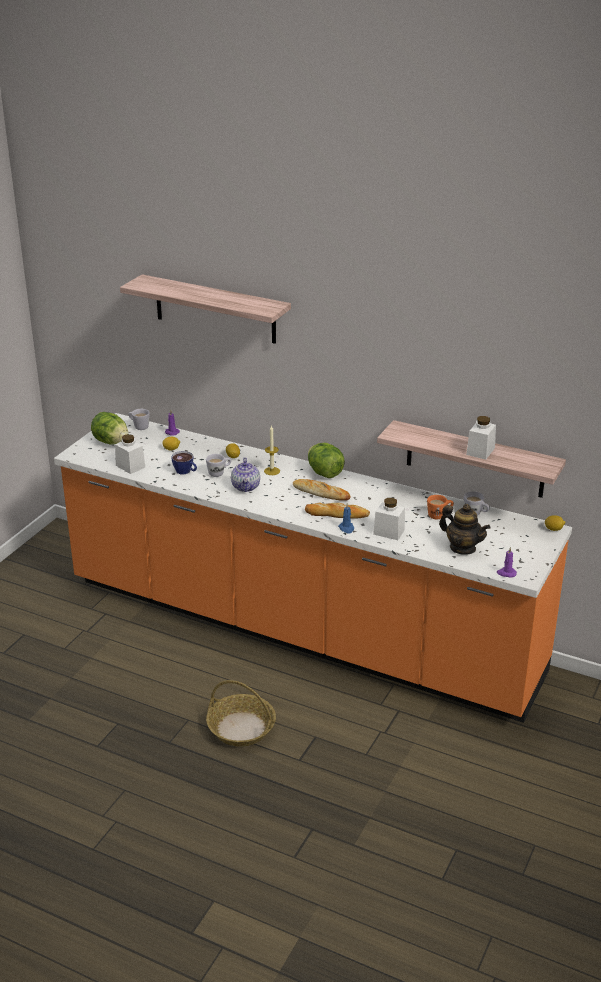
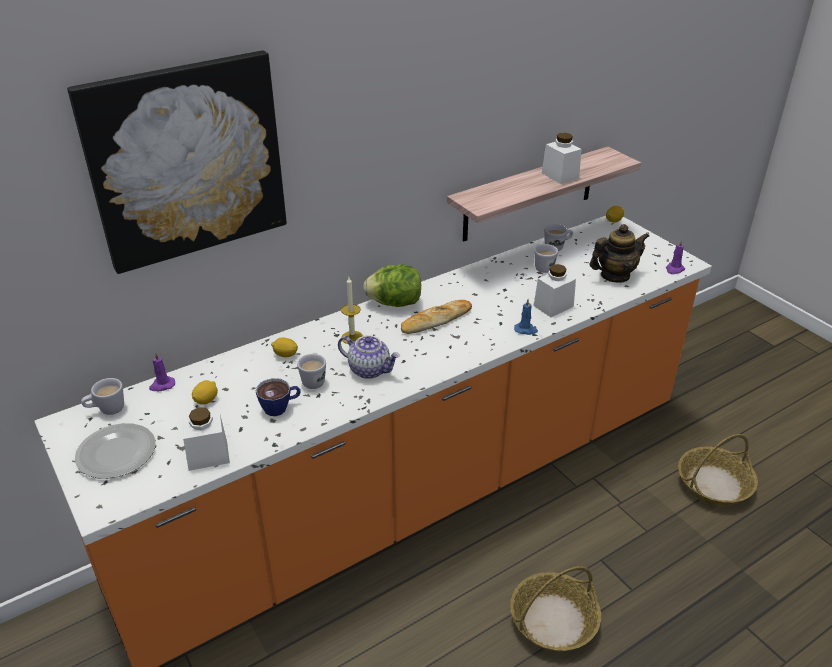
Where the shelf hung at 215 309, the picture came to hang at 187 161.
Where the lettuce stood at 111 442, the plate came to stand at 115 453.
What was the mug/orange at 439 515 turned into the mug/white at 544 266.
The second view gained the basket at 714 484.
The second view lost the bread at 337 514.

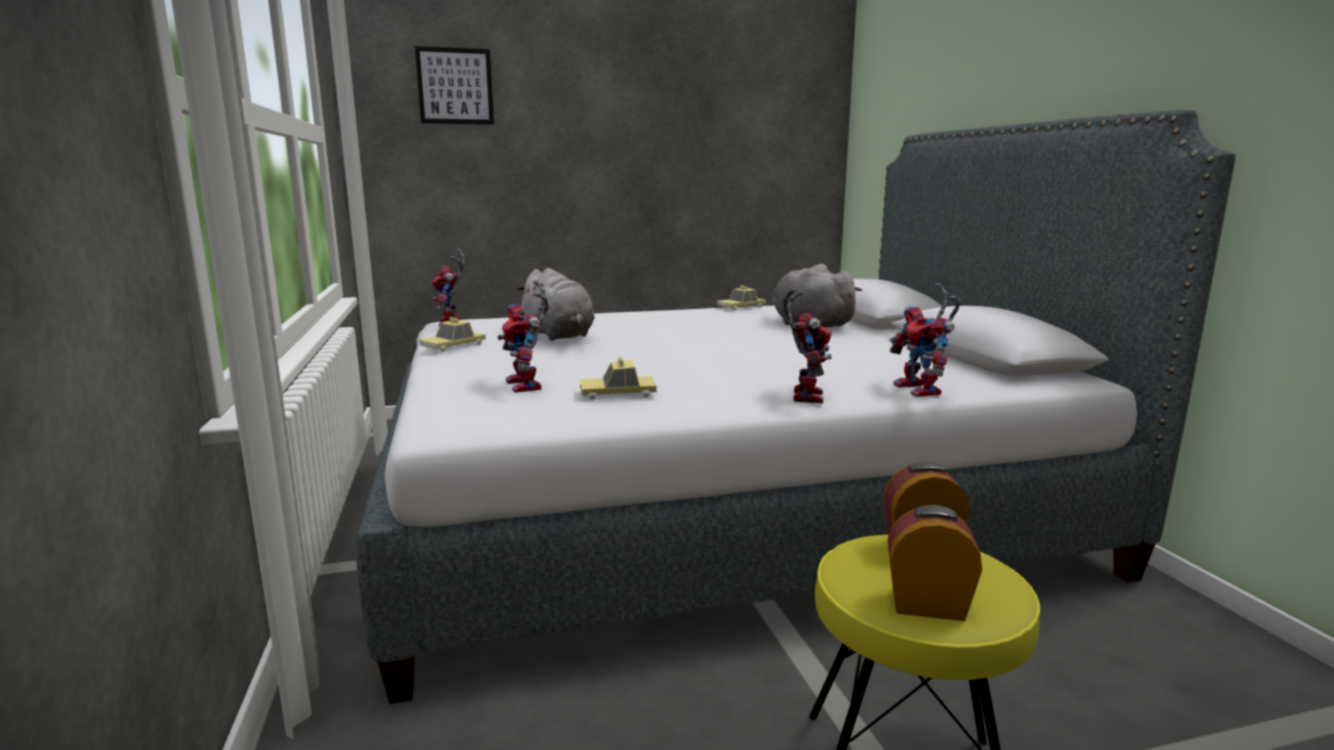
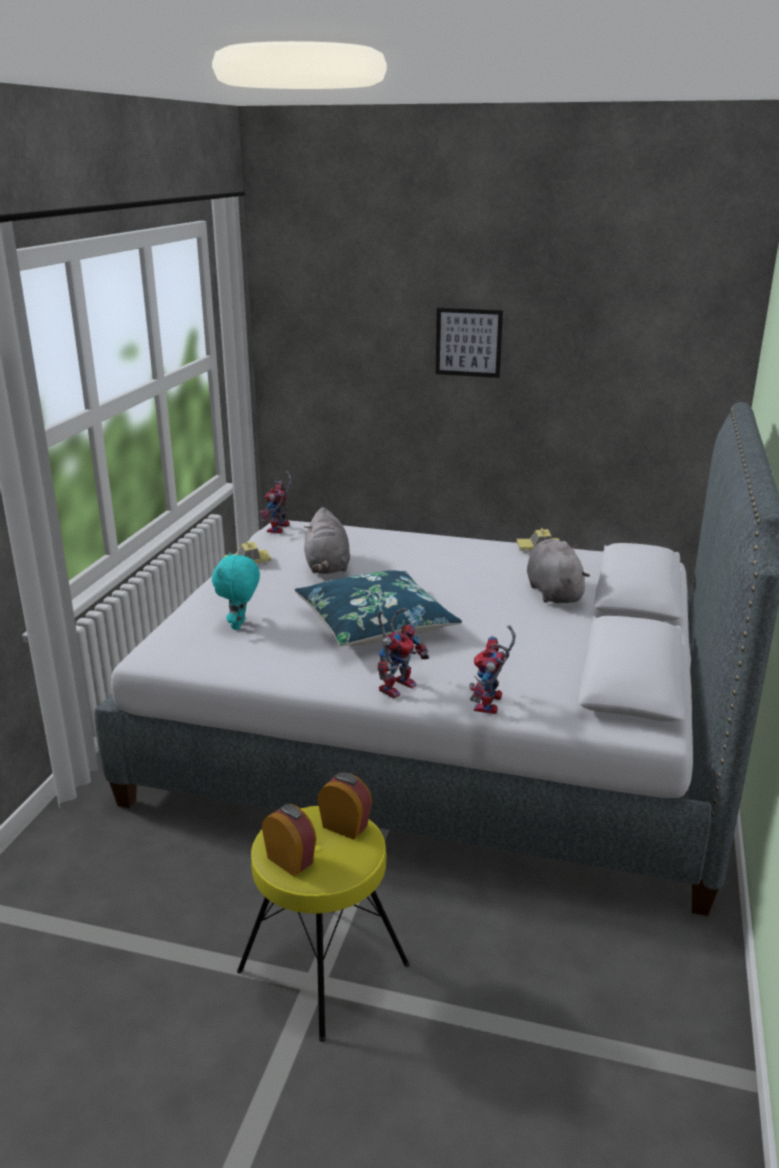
Where the toy robot stood at 528 386, the plush toy/turquoise came to stand at 240 625.
The second view gained the pillow/blue at 375 624.
The picture ended up elsewhere, having gone from 455 86 to 468 342.
The second view lost the toy car at 617 393.

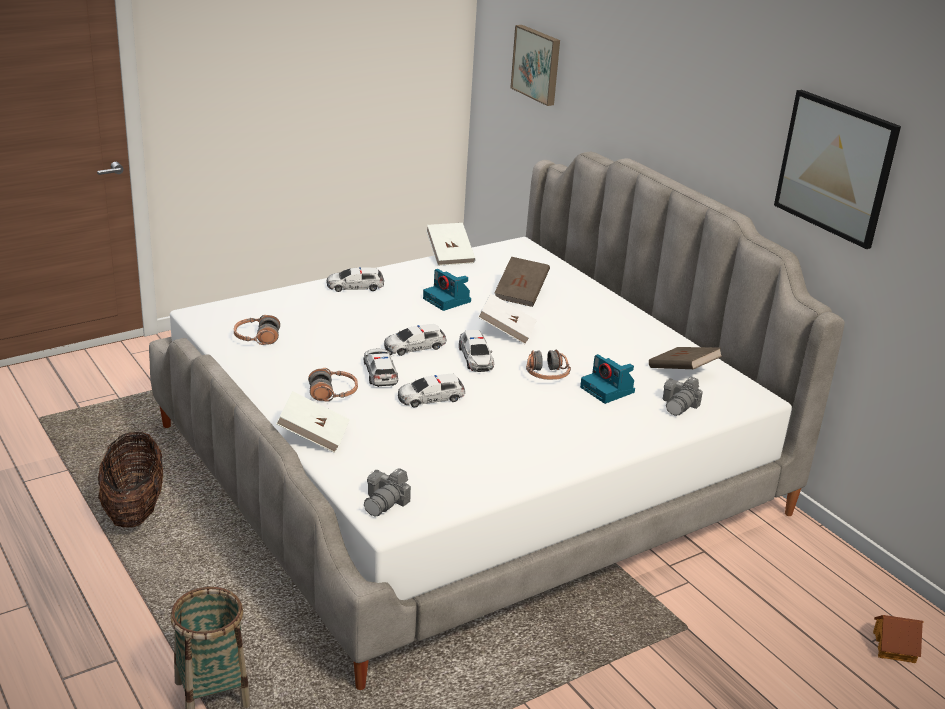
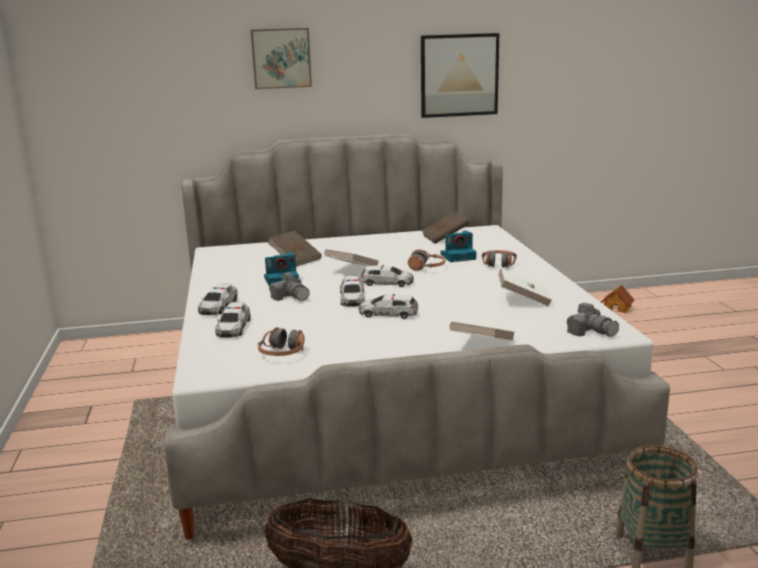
The toy car ended up elsewhere, having gone from 430 397 to 233 328.
The picture ended up elsewhere, having gone from 537 64 to 281 58.
The photo camera ended up elsewhere, having gone from 680 405 to 291 297.
The headphones ended up elsewhere, having gone from 333 393 to 498 264.
The book/white ended up elsewhere, having gone from 450 256 to 523 300.

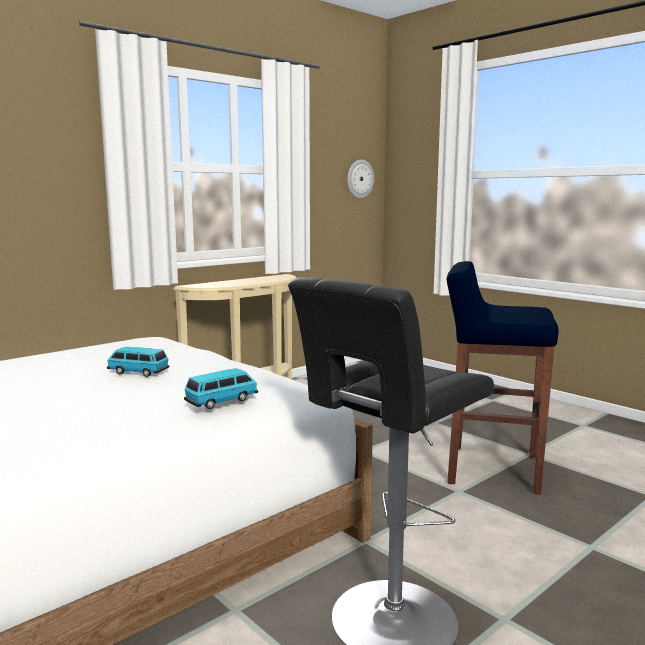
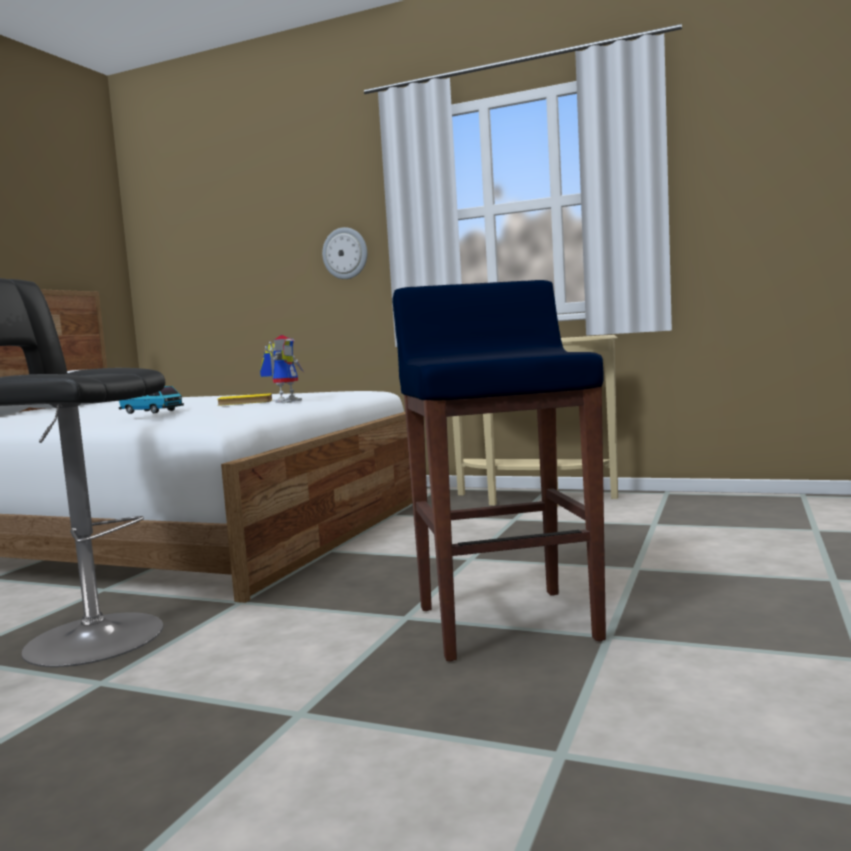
Where the toy car stood at 138 372, the book/yellow came to stand at 245 402.
The second view gained the toy robot at 286 401.
The wall clock ended up elsewhere, having gone from 359 179 to 345 253.

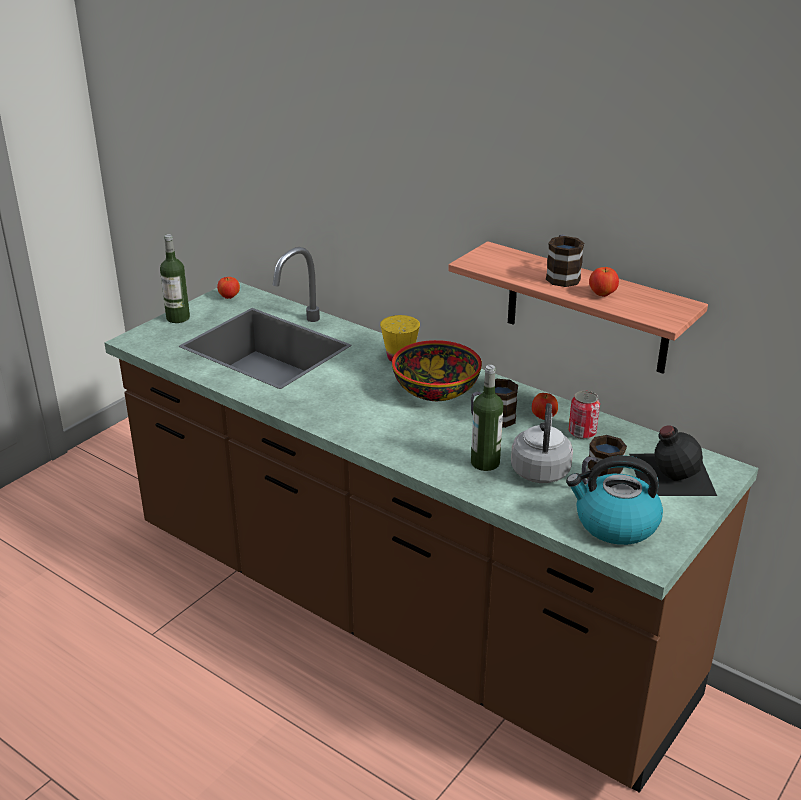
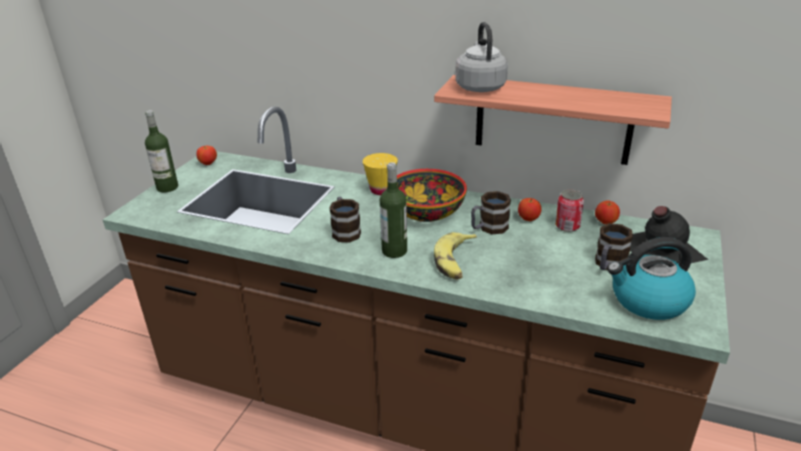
The mug ended up elsewhere, having gone from 562 276 to 345 231.
The bottle ended up elsewhere, having gone from 485 463 to 394 251.
The second view gained the banana at 455 261.
The kettle/grey ended up elsewhere, having gone from 540 469 to 479 86.
The apple ended up elsewhere, having gone from 602 294 to 605 222.

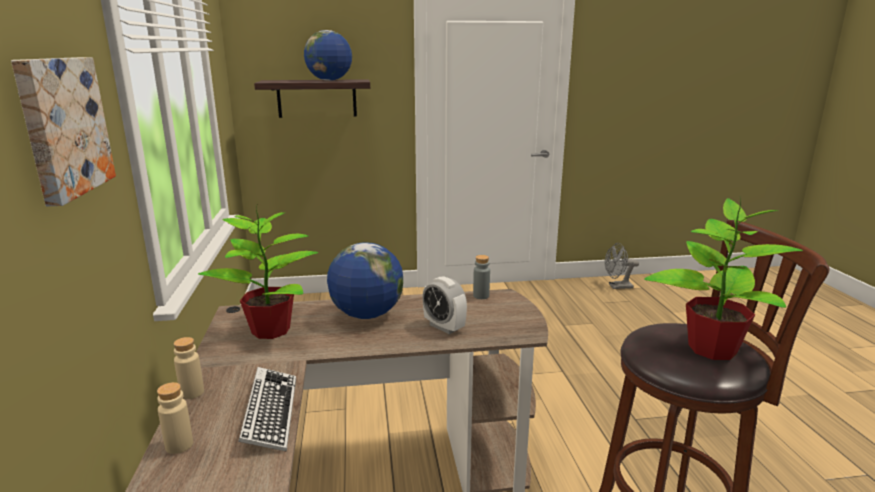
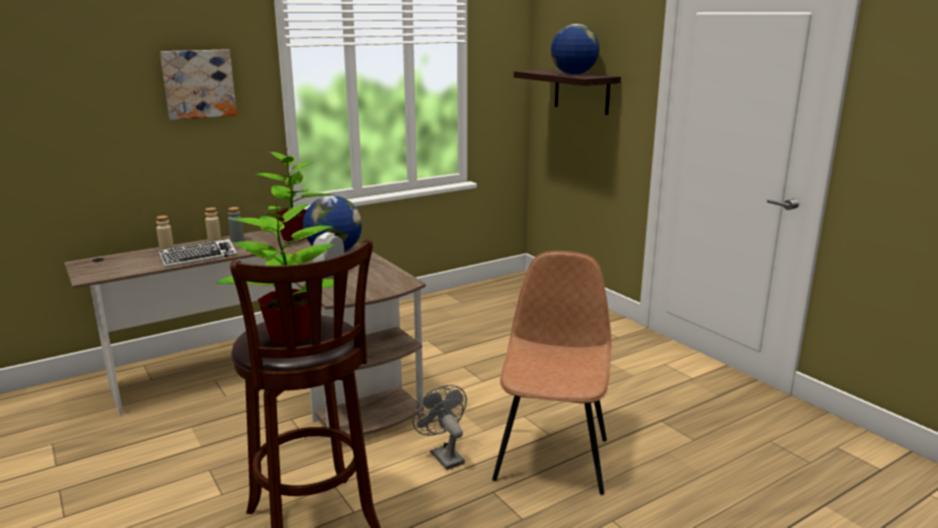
The bottle/grey ended up elsewhere, having gone from 481 296 to 237 240.
The fan/grey ended up elsewhere, having gone from 617 287 to 443 455.
The second view gained the chair/brown at 552 457.

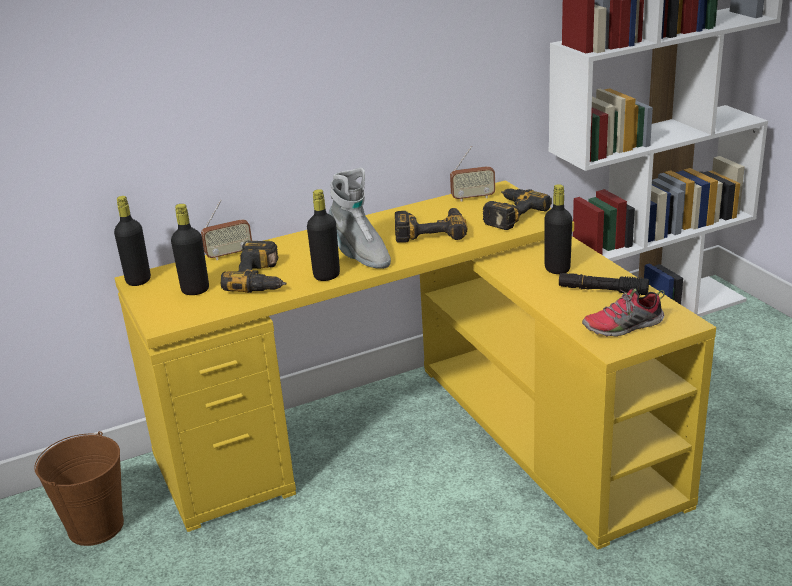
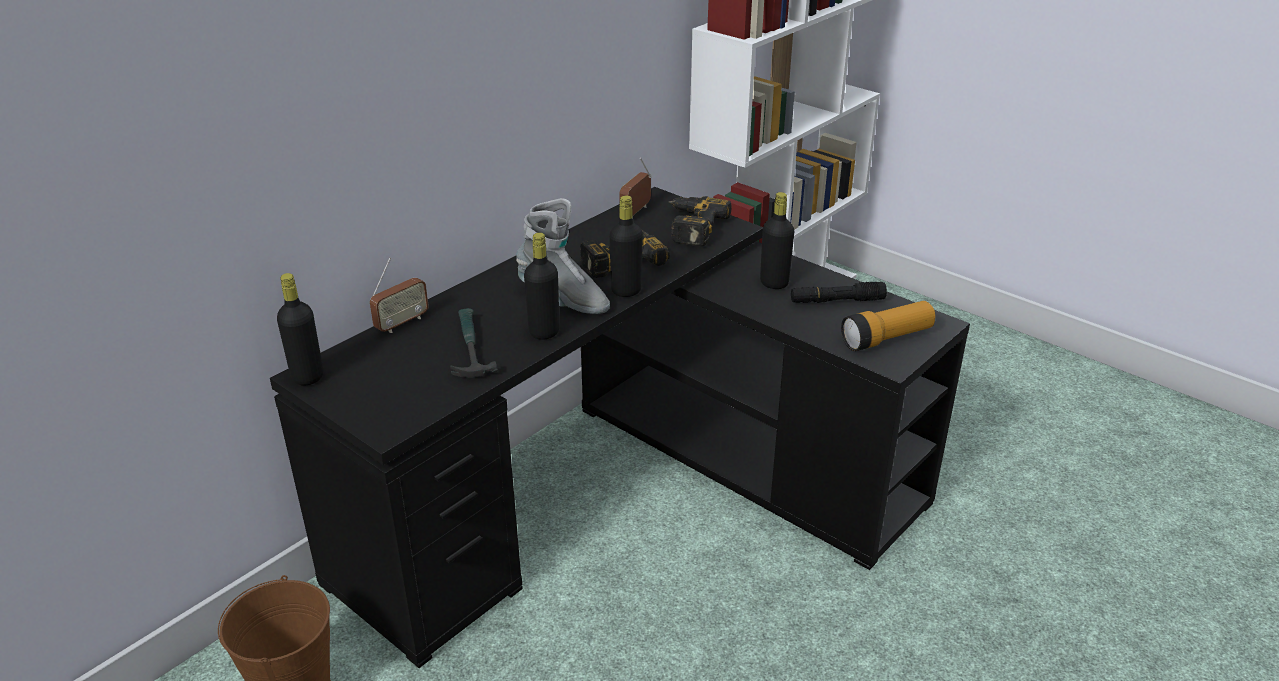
What was the desk/yellow at 428 438 turned into the desk/black at 631 488.
Where the power drill stood at 262 278, the hammer came to stand at 469 348.
The bottle/black ended up elsewhere, having gone from 195 290 to 626 290.
The radio at 473 198 ended up facing another way, 150 degrees clockwise from before.
Where the shoe stood at 623 327, the flashlight came to stand at 886 338.

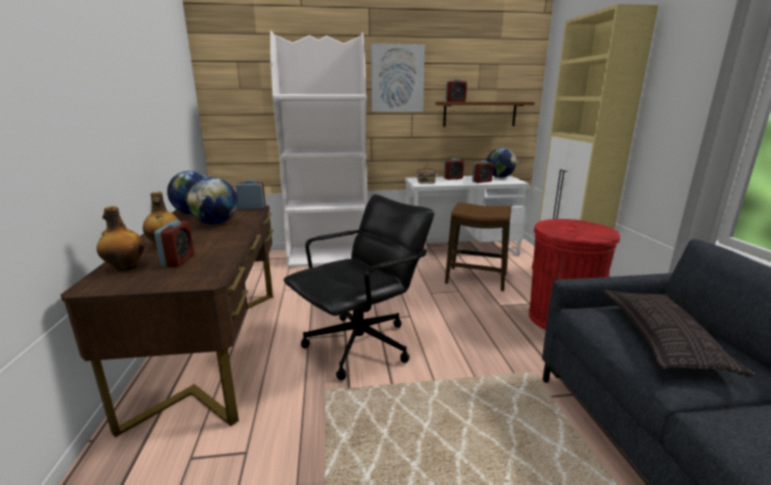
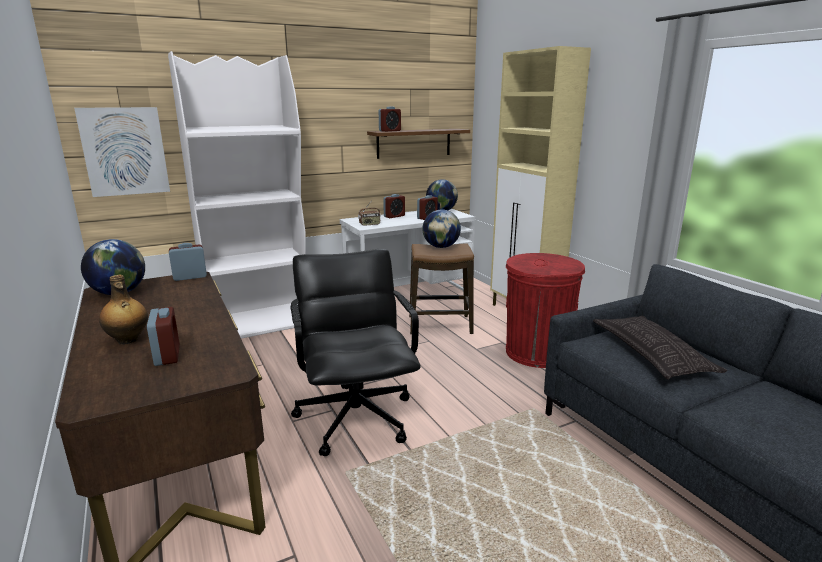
The picture ended up elsewhere, having gone from 397 78 to 125 151.
The office chair/black at 361 345 ended up facing another way, 45 degrees counterclockwise from before.
The globe ended up elsewhere, having gone from 216 223 to 441 247.
The second view lost the bottle at 125 267.

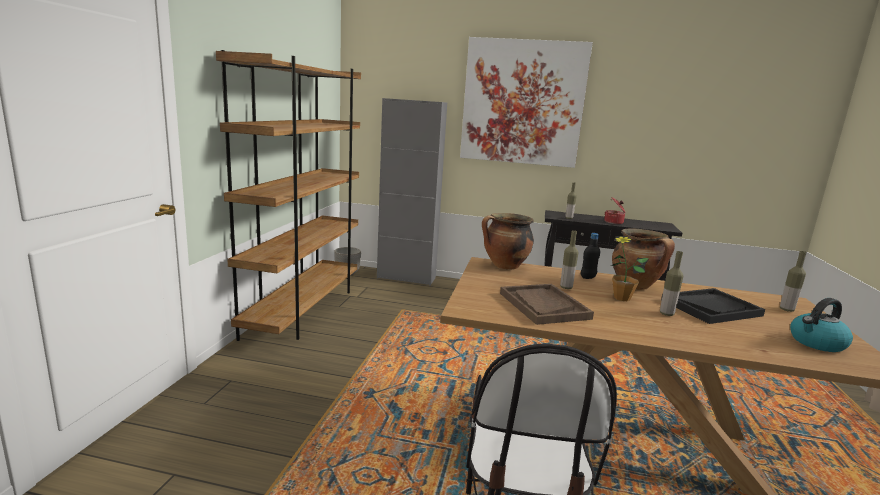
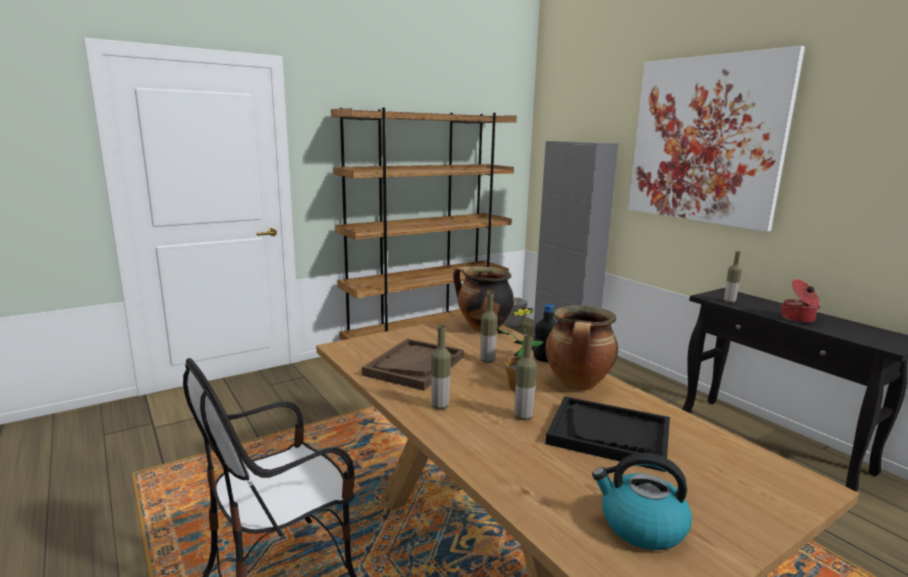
The bottle ended up elsewhere, having gone from 786 309 to 440 406.

